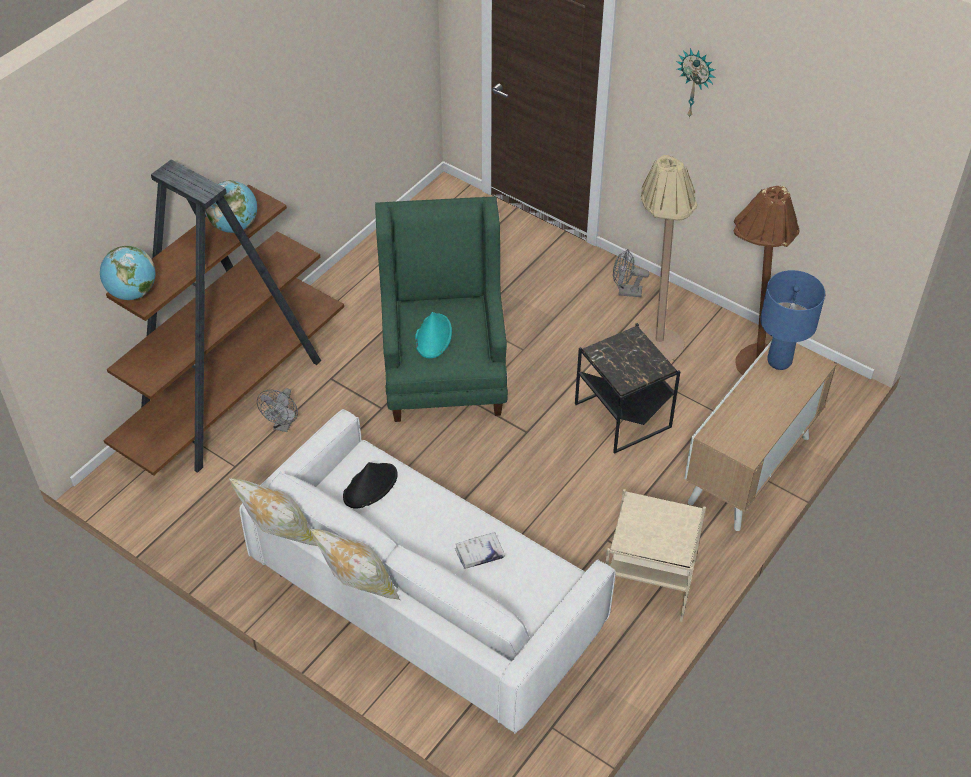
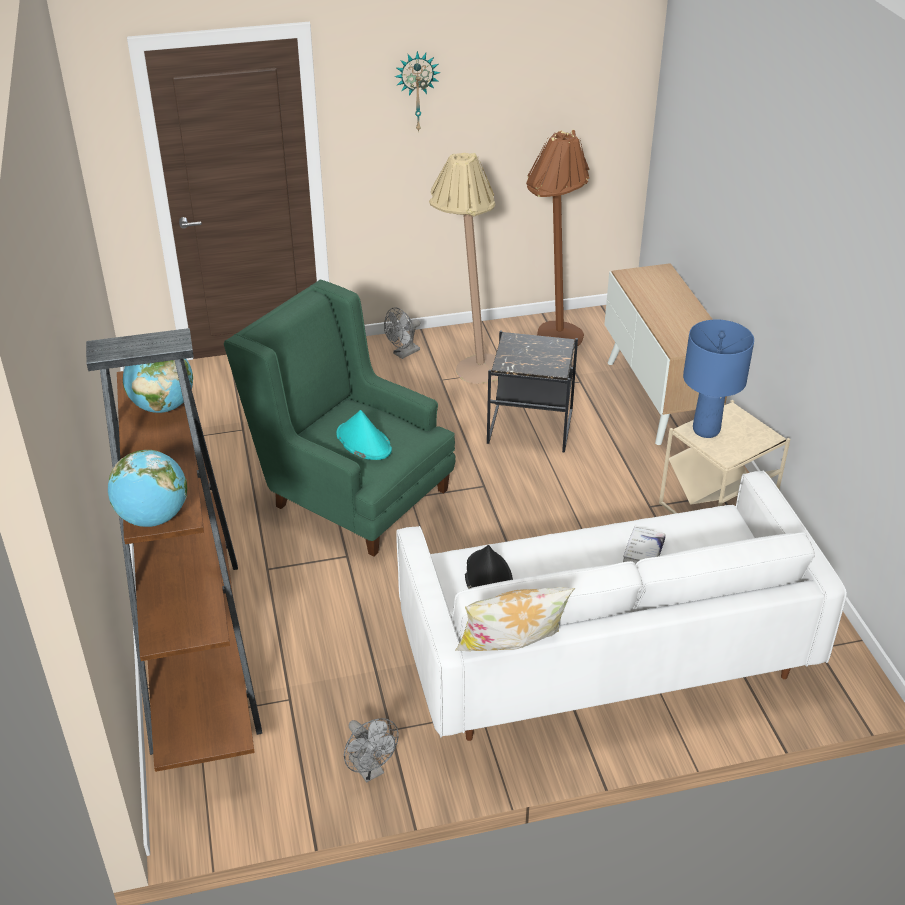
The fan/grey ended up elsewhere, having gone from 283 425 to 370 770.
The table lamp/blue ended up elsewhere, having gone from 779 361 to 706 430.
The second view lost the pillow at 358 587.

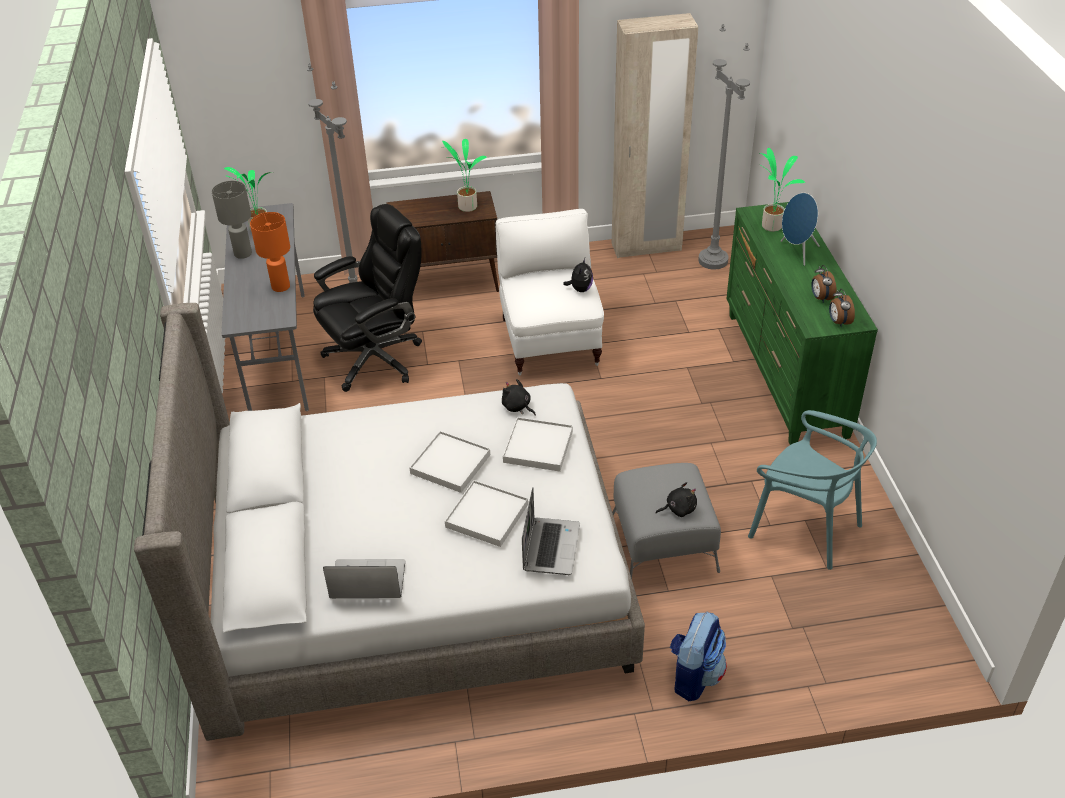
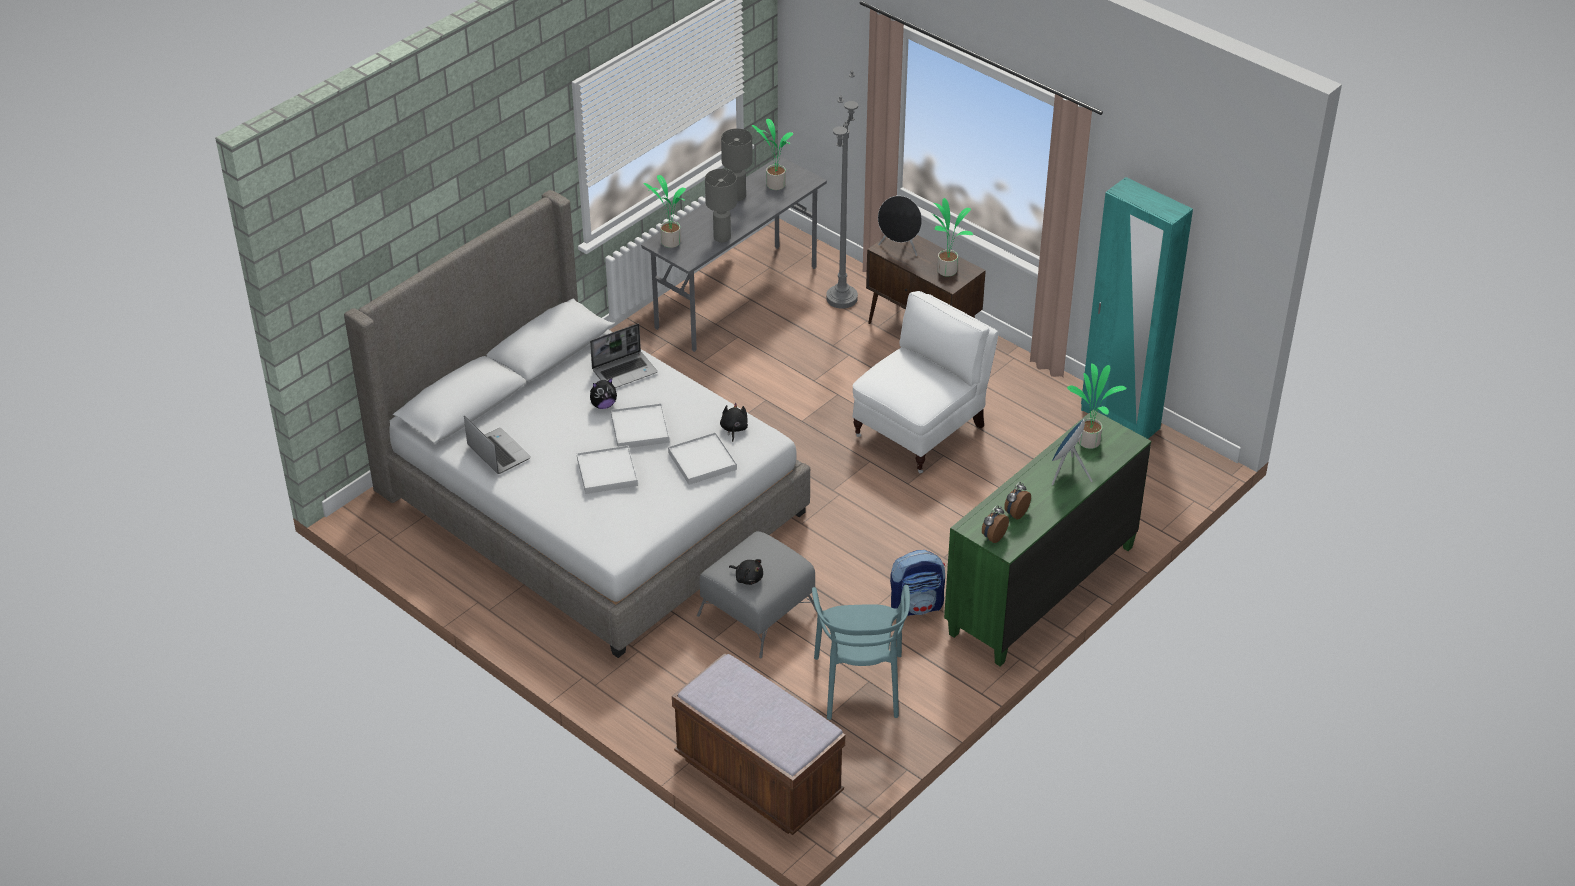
The laptop ended up elsewhere, having gone from 550 546 to 625 371.
The plush toy ended up elsewhere, having gone from 580 289 to 603 405.
The second view gained the potted plant at 669 242.
The second view gained the bench/brown at 758 777.
What was the table lamp/orange at 281 286 turned into the table lamp/grey at 722 237.
The second view gained the speaker/black at 899 248.
The backpack ended up elsewhere, having gone from 694 675 to 916 605.
What was the wardrobe/beige at 646 247 turned into the wardrobe/turquoise at 1119 419.
The second view lost the office chair/black at 376 358.
The second view lost the floor lamp/grey at 713 260.

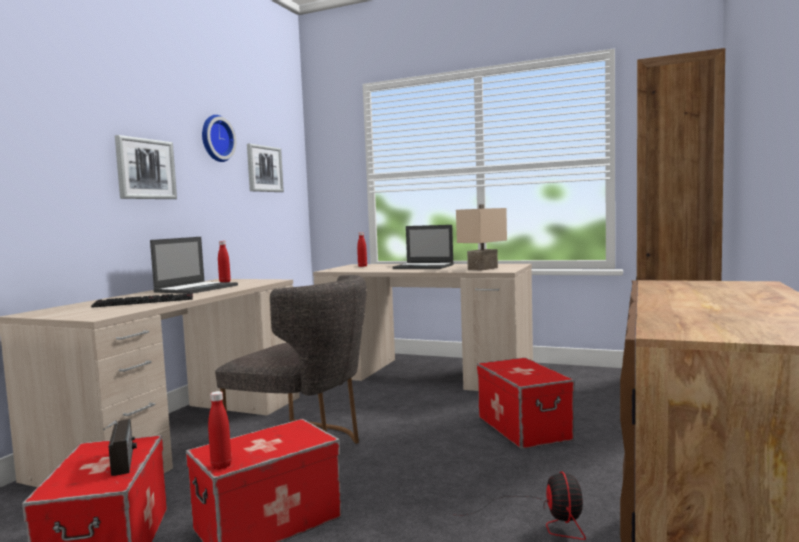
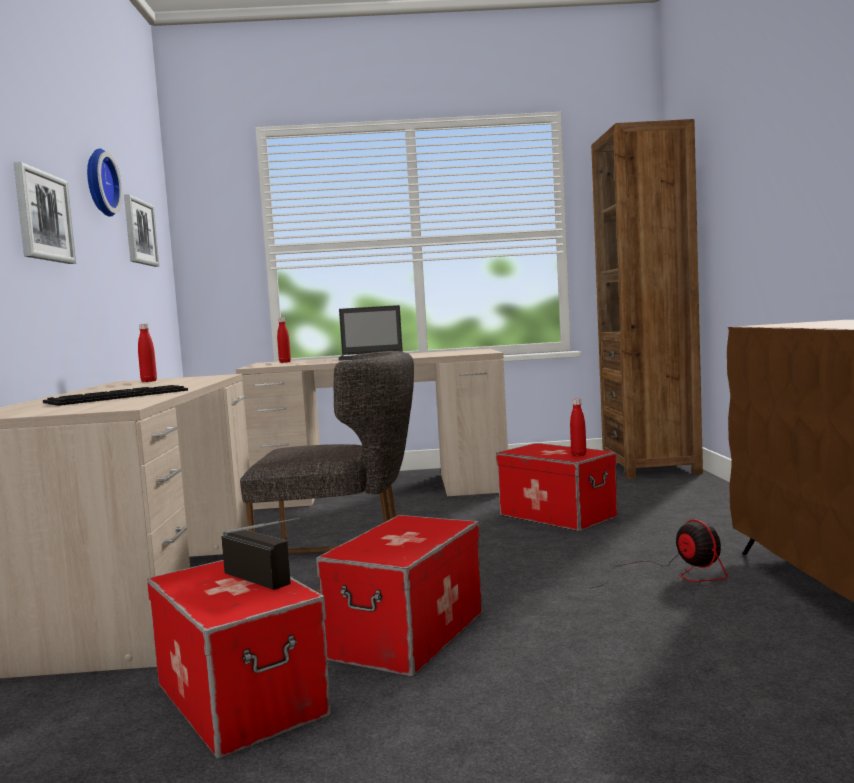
The bottle/red ended up elsewhere, having gone from 221 466 to 578 455.
The second view lost the laptop at 197 288.
The second view lost the table lamp/beige at 483 269.

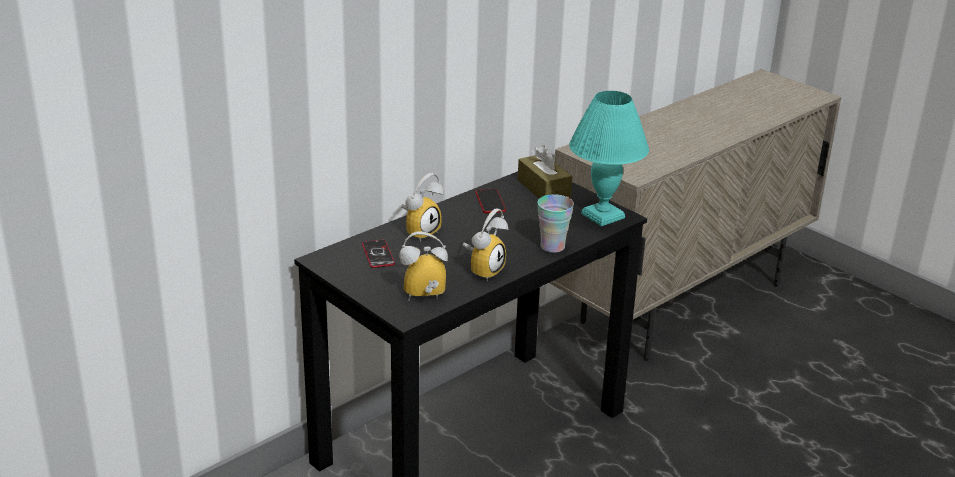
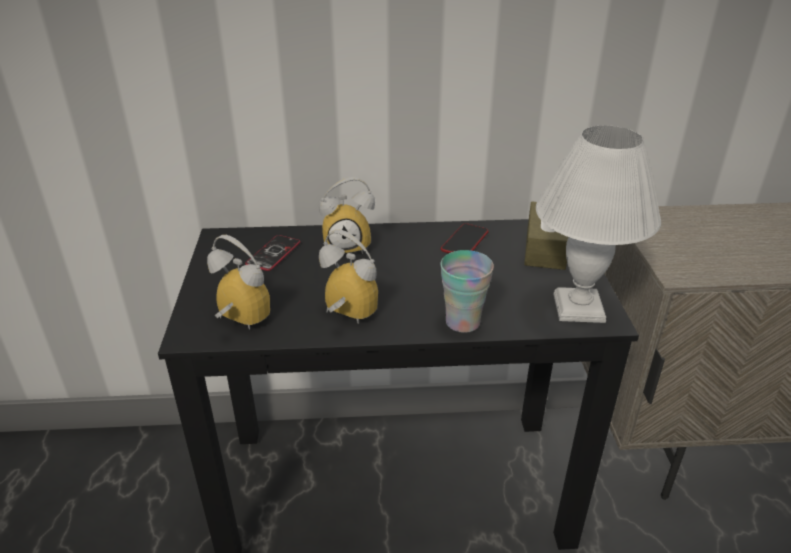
The alarm clock at 483 270 ended up facing another way, 135 degrees counterclockwise from before.
What was the table lamp/turquoise at 603 215 turned into the table lamp/white at 580 307.

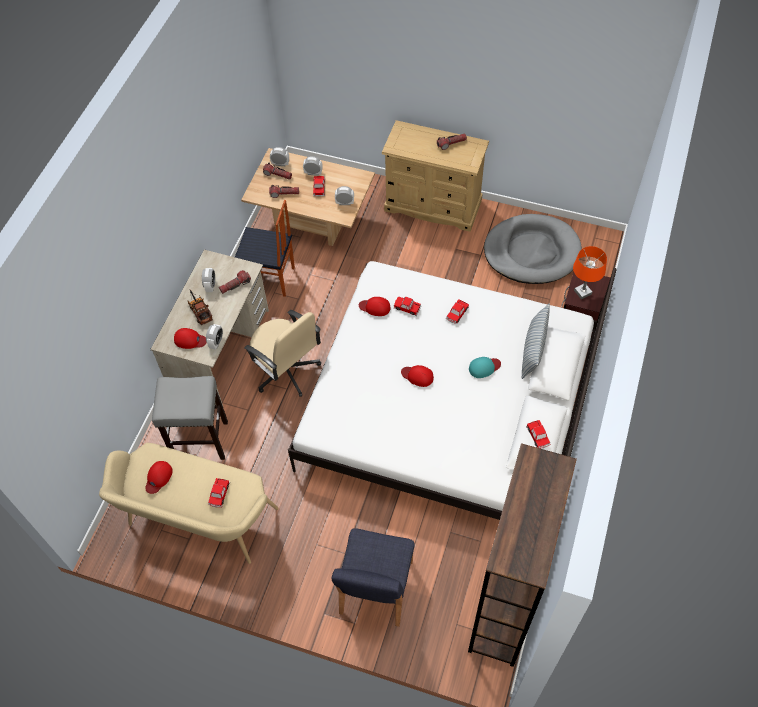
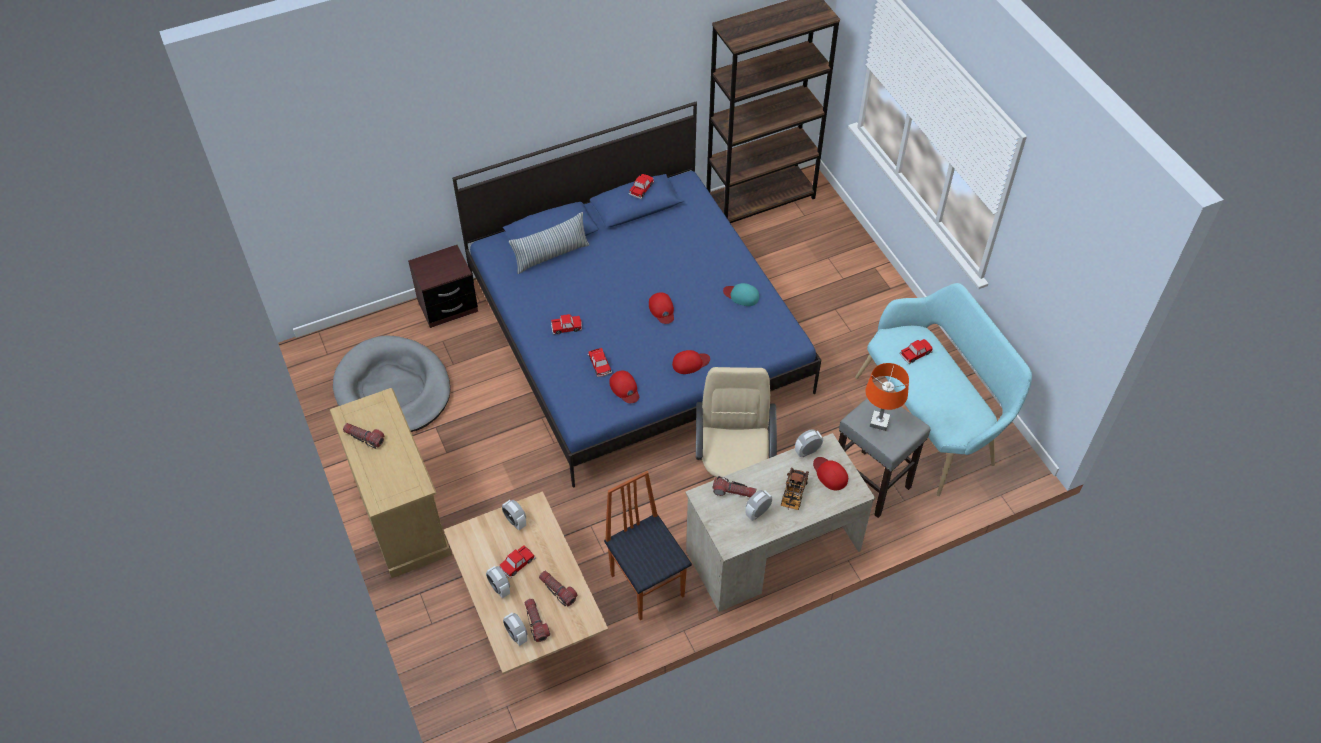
What was the bed/white at 448 407 turned into the bed/blue at 638 335.
The cap/red ended up elsewhere, having gone from 158 477 to 690 363.
The cap/turquoise ended up elsewhere, having gone from 484 367 to 741 295.
What was the bench/beige at 198 522 turned into the bench/turquoise at 931 420.
The table lamp/orange ended up elsewhere, having gone from 582 292 to 879 422.
The second view lost the chair/blue at 375 588.

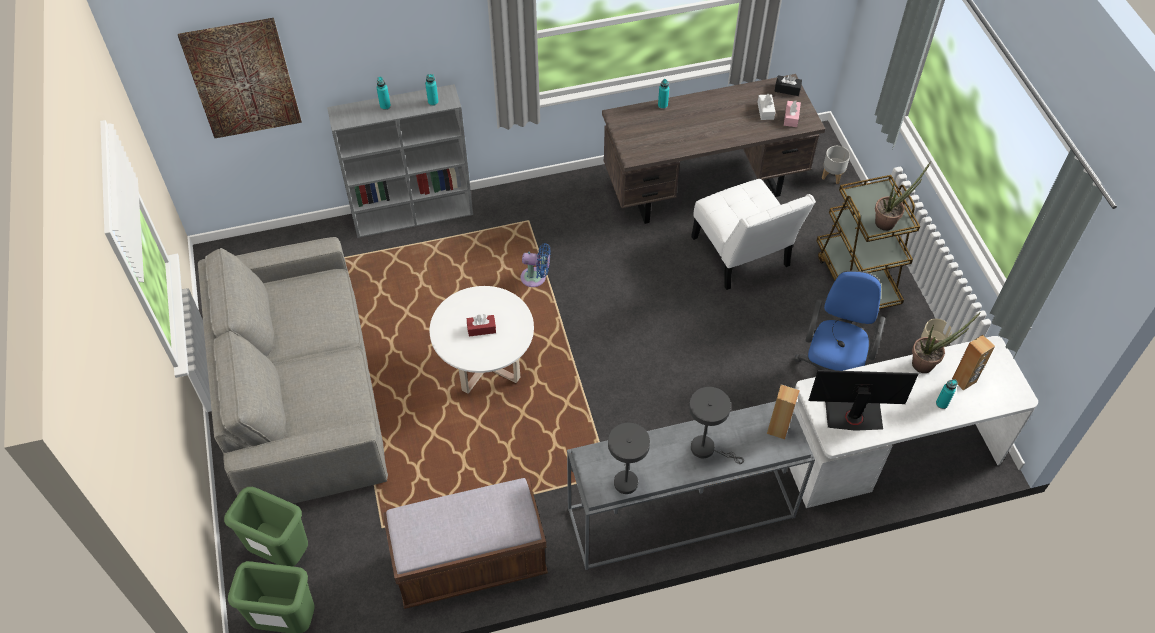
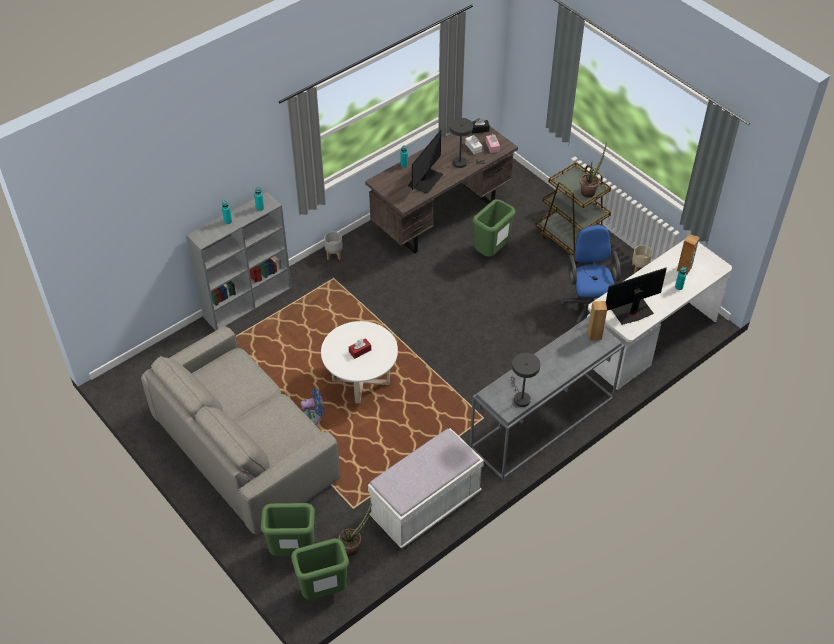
The fan/blue ended up elsewhere, having gone from 536 278 to 313 418.
The planter/grey ended up elsewhere, having gone from 832 175 to 334 254.
The potted plant ended up elsewhere, having gone from 927 363 to 353 546.
What was the bench/brown at 470 563 turned into the bench/white at 426 506.
The second view gained the monitor at 425 180.
The table lamp/grey ended up elsewhere, having gone from 707 449 to 462 163.
Where the chair/white stood at 742 256, the trash can/green came to stand at 491 252.
The second view lost the picture at 242 78.

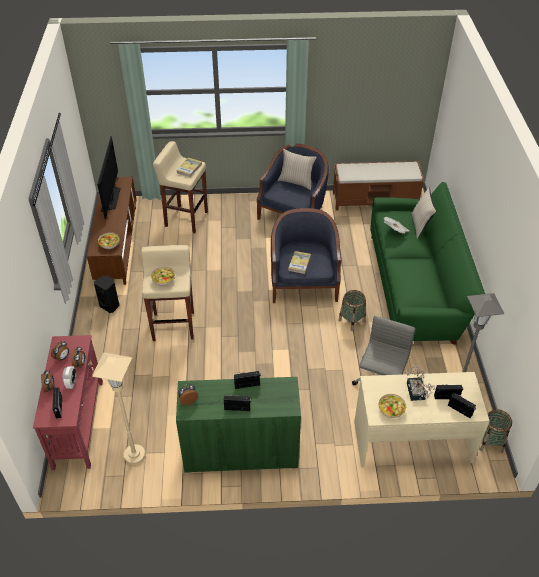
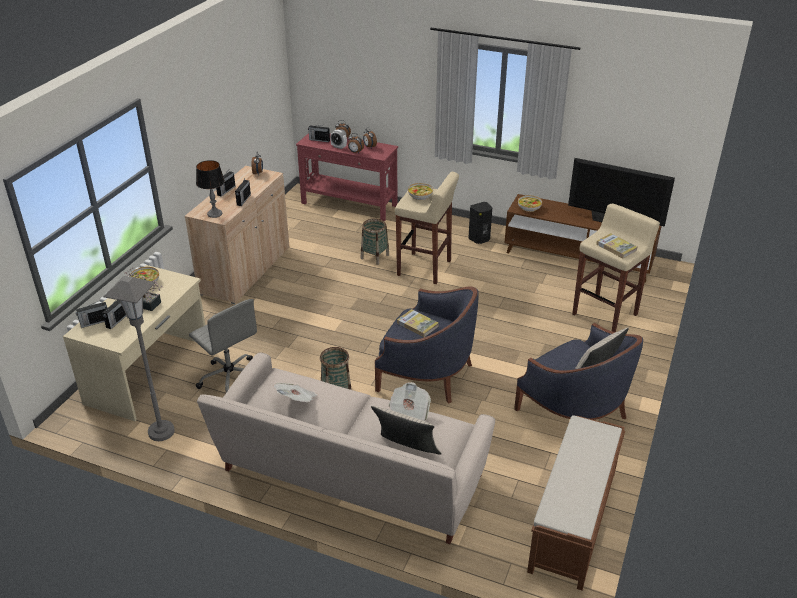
What was the cabinet/green at 241 451 turned into the cabinet/beige at 245 271.
The second view gained the table lamp at 214 214.
What was the sofa/green at 415 287 turned into the sofa/beige at 349 477.
The second view gained the newspaper at 297 400.
The basket ended up elsewhere, having gone from 490 442 to 375 257.
The second view lost the floor lamp/beige at 134 455.

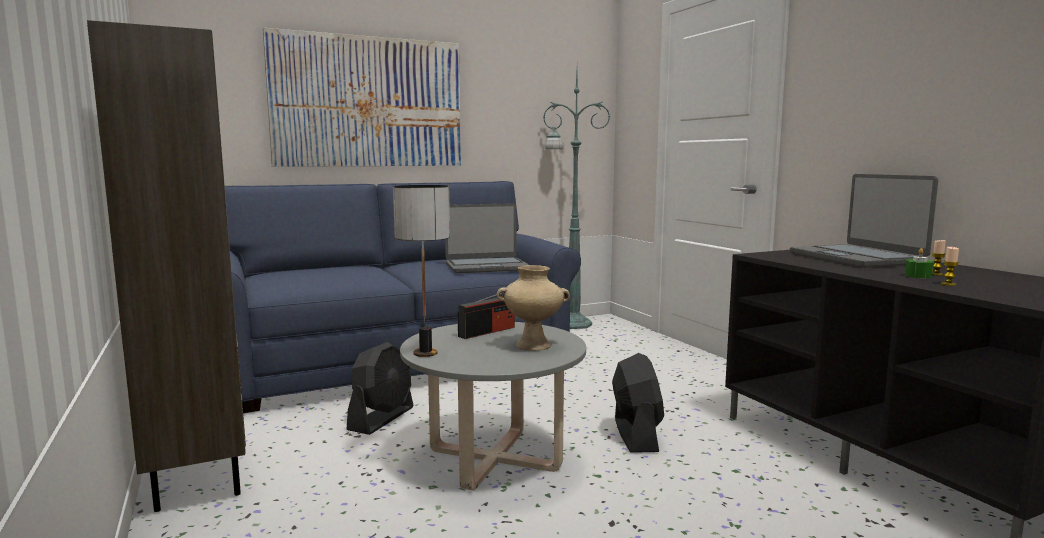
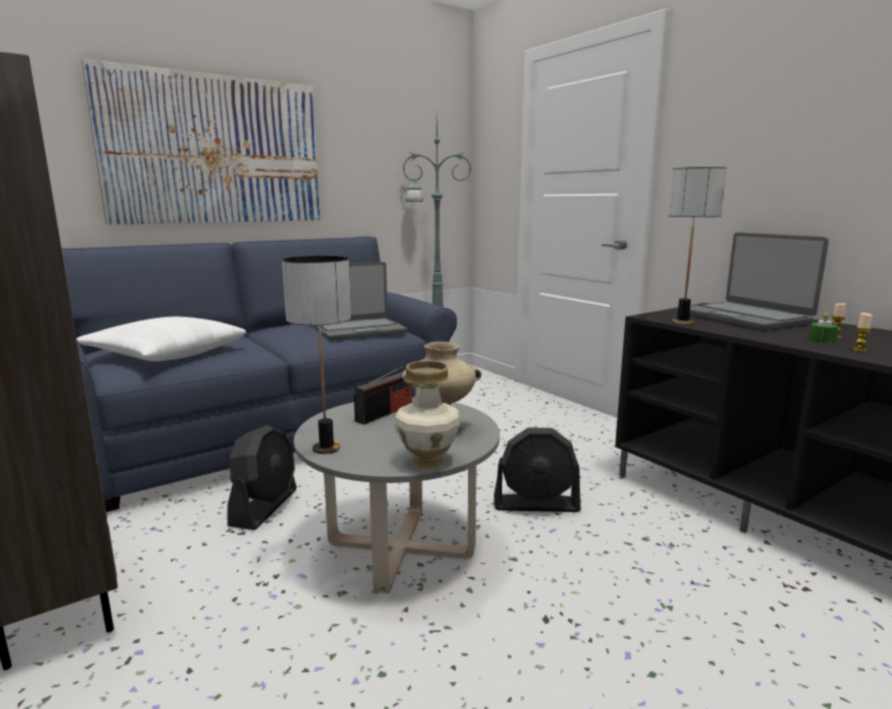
The second view gained the pillow/white at 165 353.
The second view gained the vase at 427 461.
The fan/black at 635 435 ended up facing another way, 105 degrees clockwise from before.
The second view gained the table lamp at 683 322.

